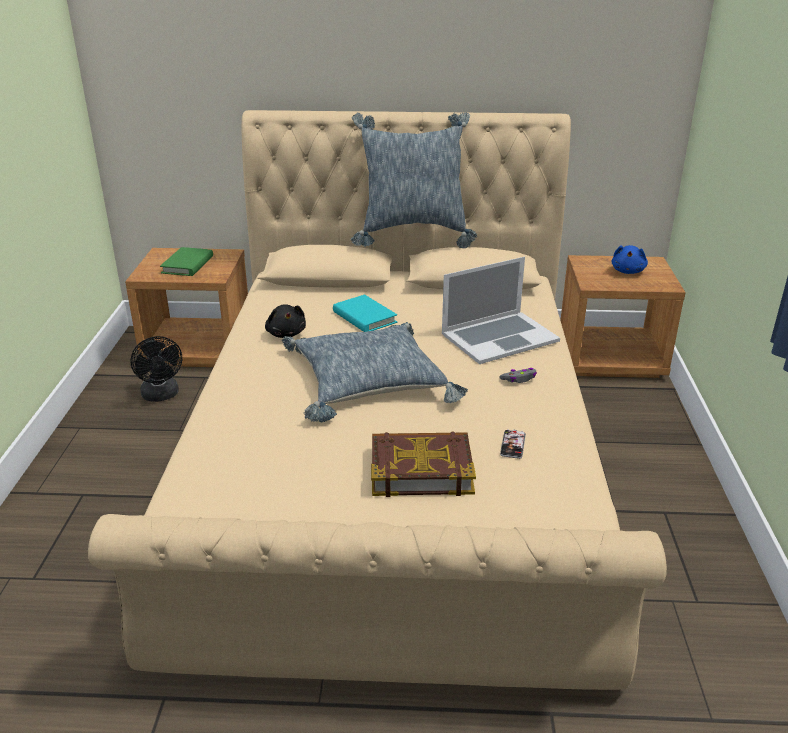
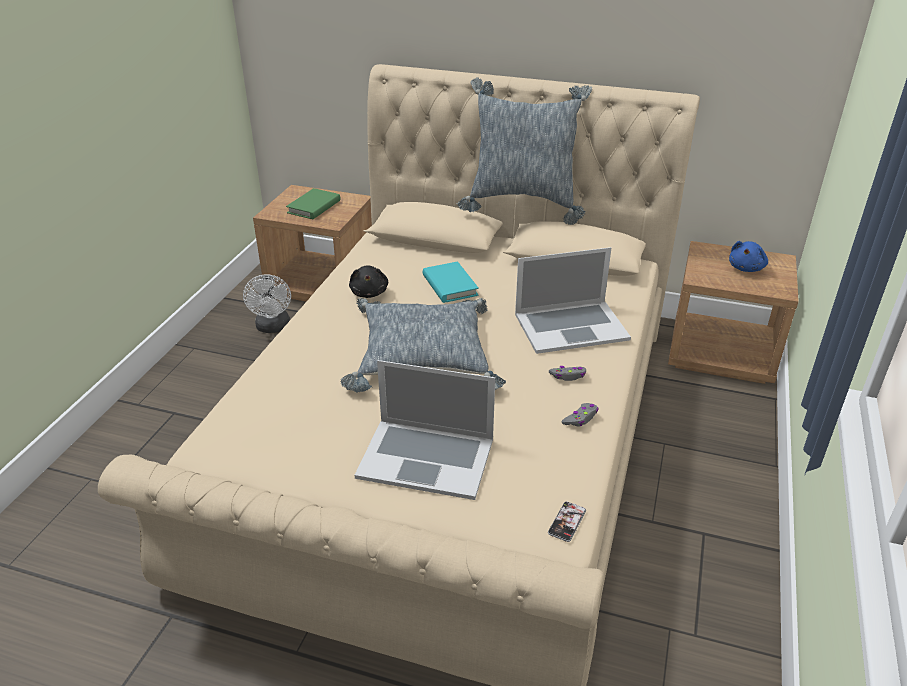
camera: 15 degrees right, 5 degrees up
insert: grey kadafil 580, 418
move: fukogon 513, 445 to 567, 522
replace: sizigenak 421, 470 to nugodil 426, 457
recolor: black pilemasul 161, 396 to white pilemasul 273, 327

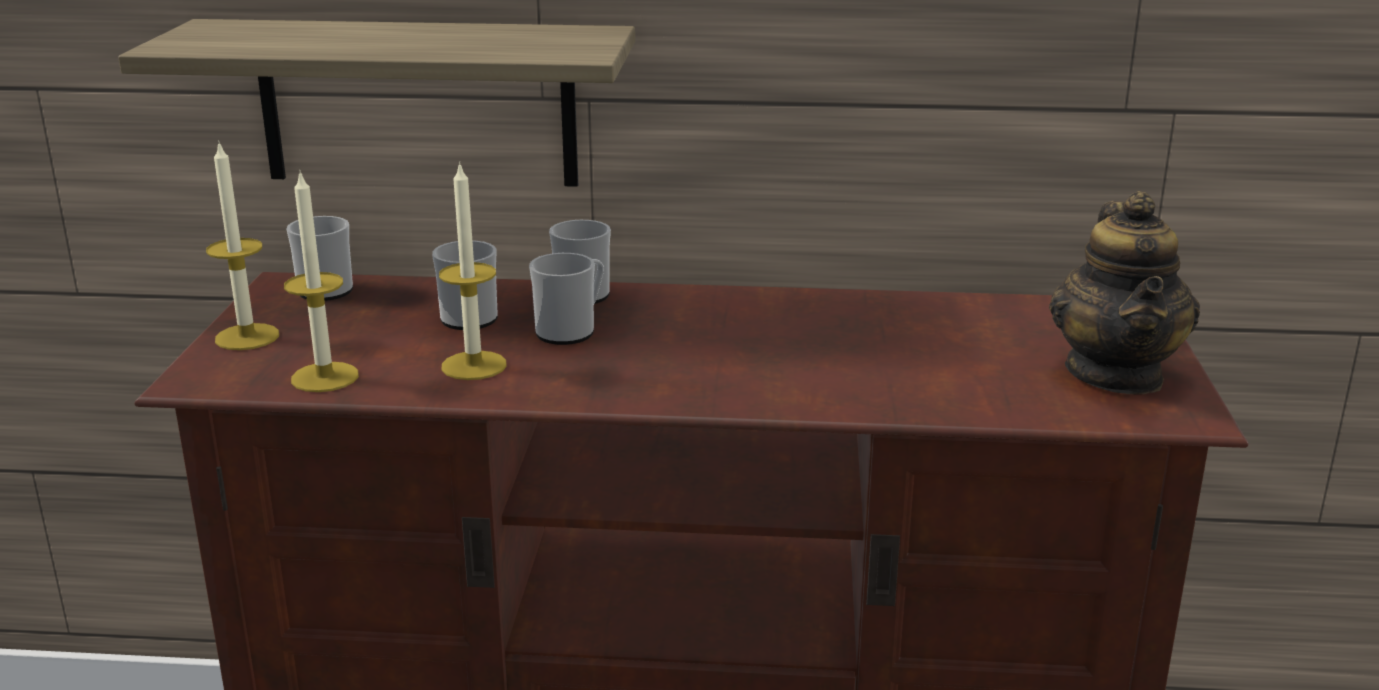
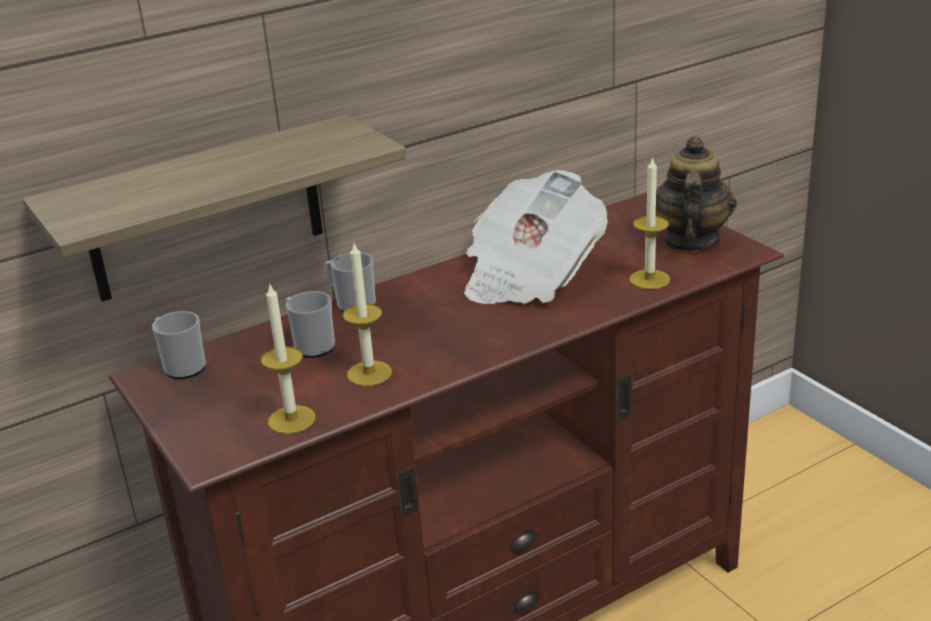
camera: 35 degrees left, 5 degrees up
delete: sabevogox 571, 331
insert: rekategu 529, 276
move: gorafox 247, 337 to 649, 279
rotate: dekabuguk 1115, 374 = 690, 241 135 degrees counterclockwise

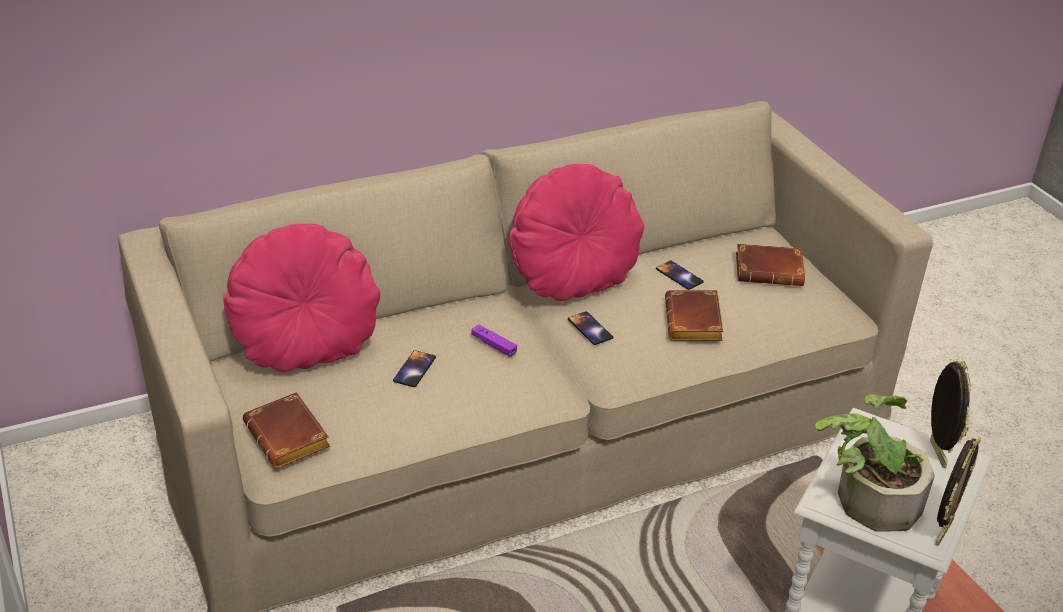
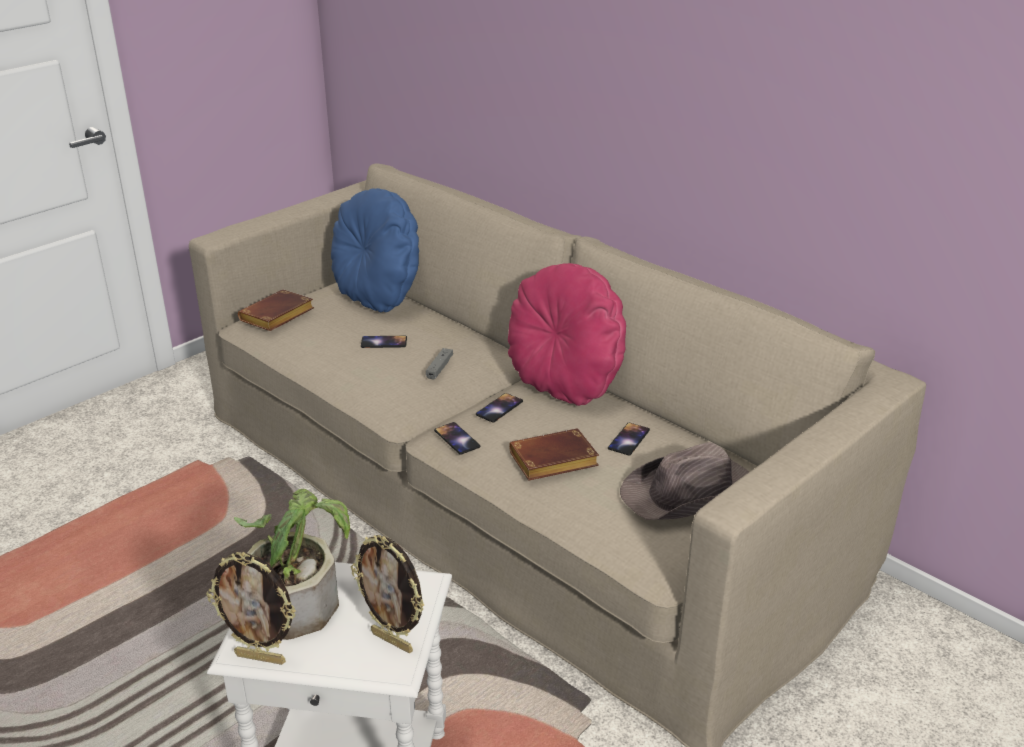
camera: 70 degrees right, 5 degrees down
insert: fukogon 457, 439
replace: brown sizigenak 770, 270 to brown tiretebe 692, 495
recolor: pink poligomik 307, 352 to blue poligomik 378, 298; purple kadafil 494, 345 to grey kadafil 439, 368
rotate: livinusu 935, 453 = 393, 641 60 degrees clockwise

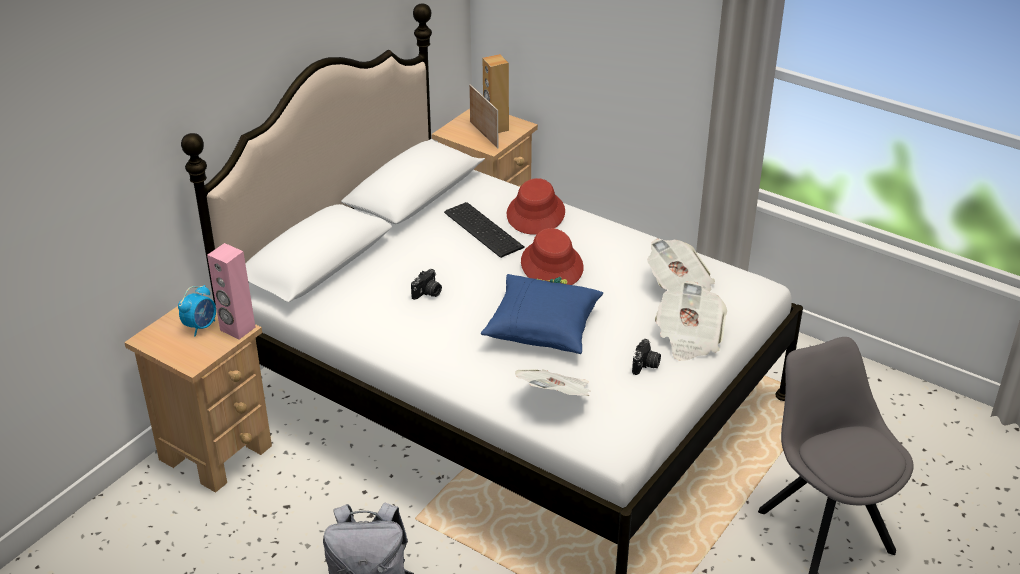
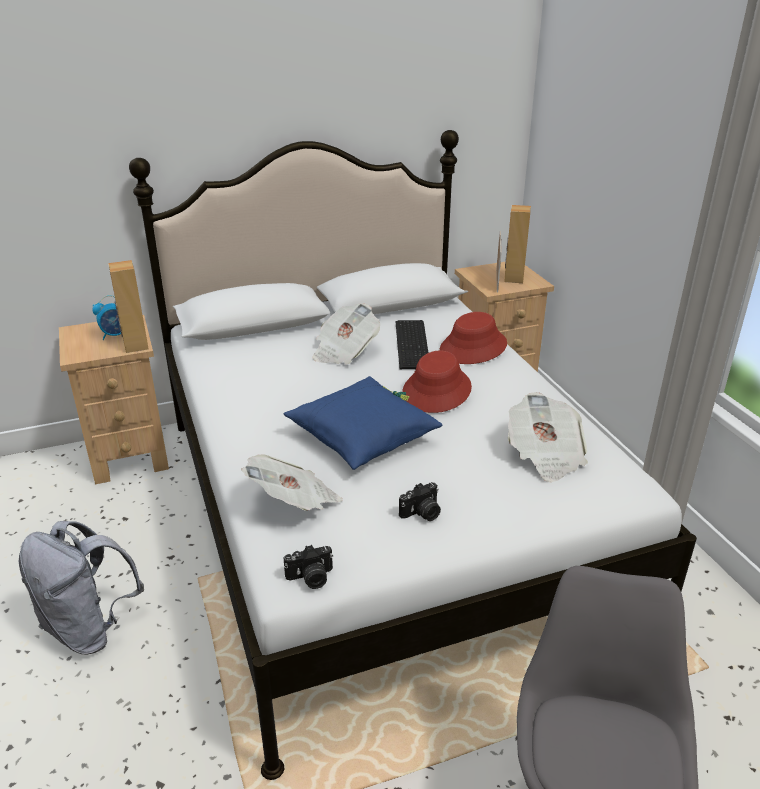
camera: 35 degrees right, 5 degrees down
move: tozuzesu 427, 293 to 310, 578; rekategu 689, 338 to 344, 351
recolor: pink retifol 237, 329 to brown retifol 135, 346

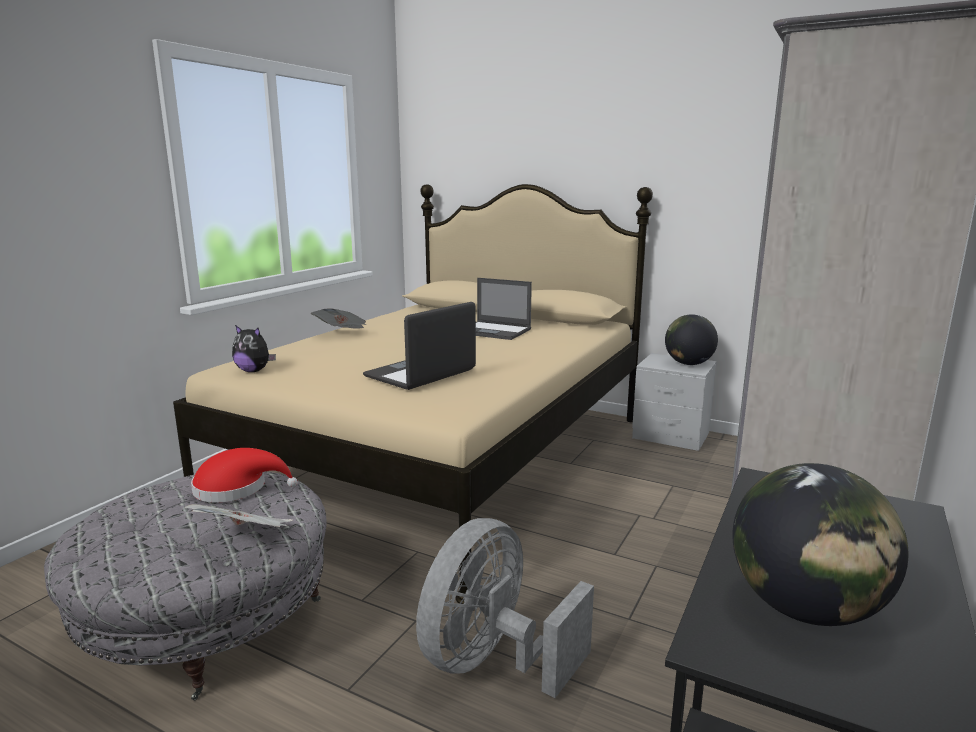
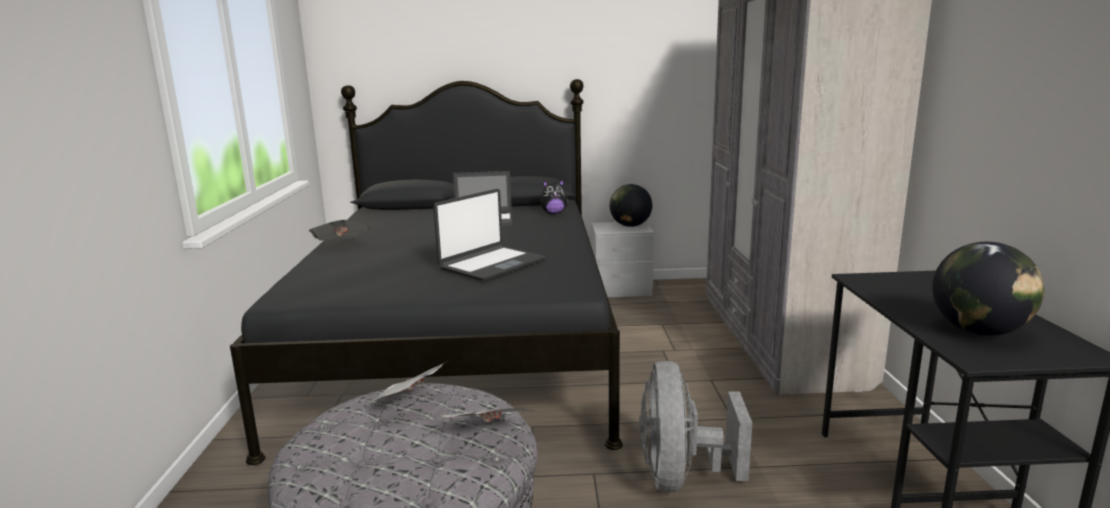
camera: 30 degrees left, 0 degrees up
move: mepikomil 254, 371 to 554, 213
replace: red tiretebe 237, 488 to rekategu 408, 403
recolor: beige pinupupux 443, 457 to black pinupupux 460, 350
rotate: nugodil 421, 374 = 491, 264 150 degrees counterclockwise

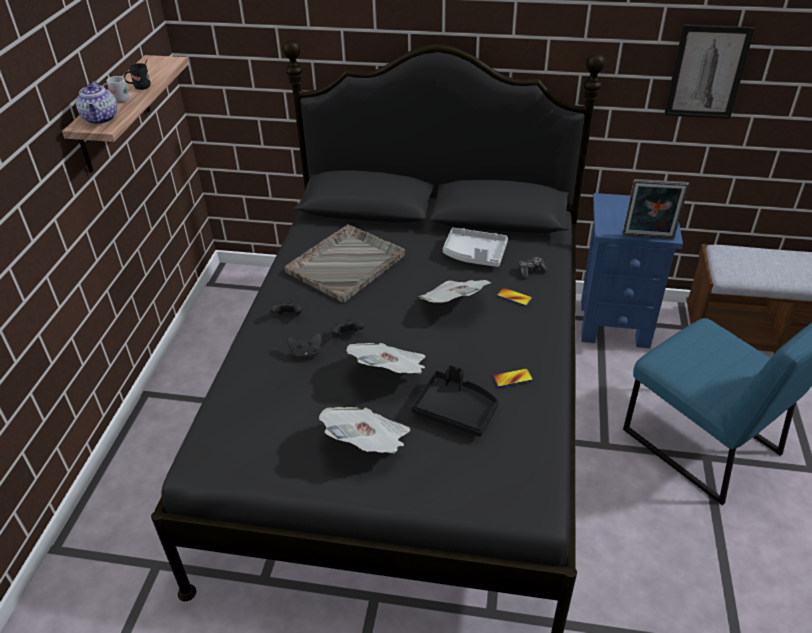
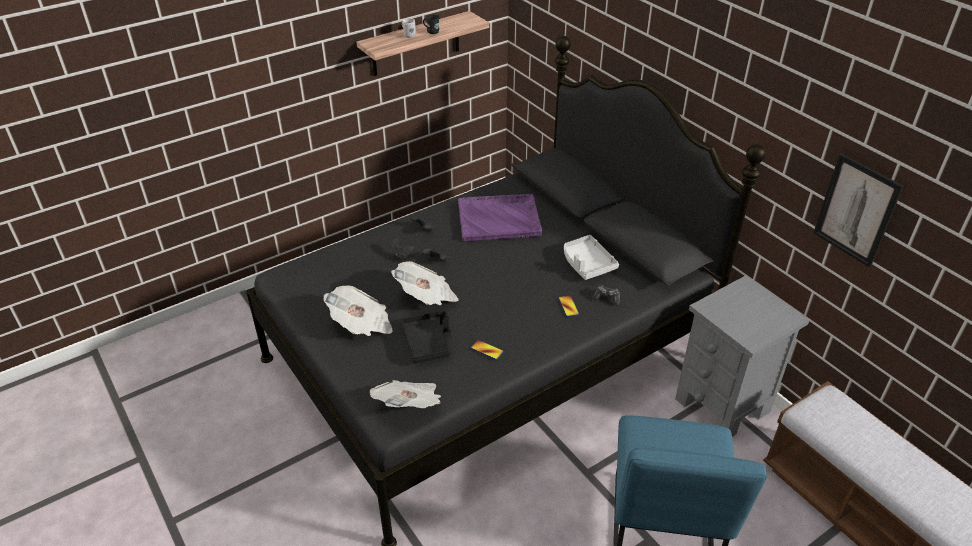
camera: 45 degrees right, 0 degrees up
delete: dekabuguk 101, 119; livinusu 648, 238
move: rekategu 453, 304 to 410, 406
recolor: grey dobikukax 347, 263 to purple dobikukax 499, 219; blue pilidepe 615, 324 to grey pilidepe 722, 406

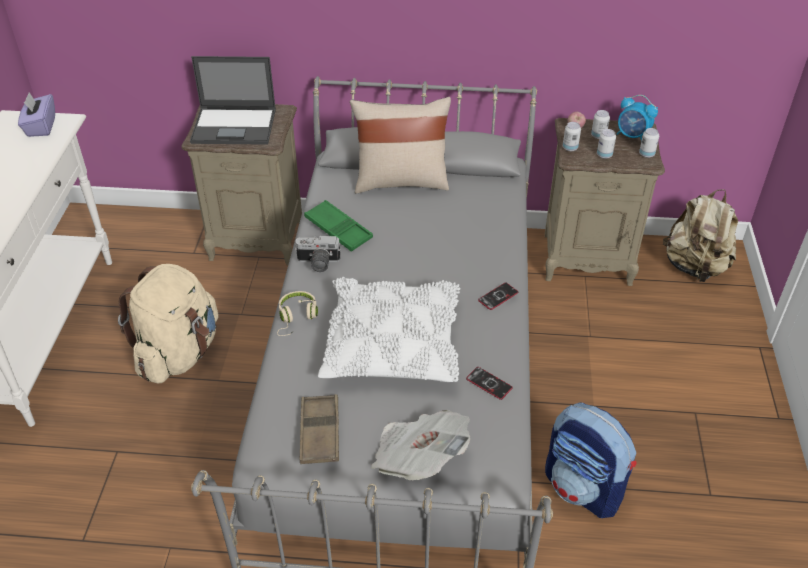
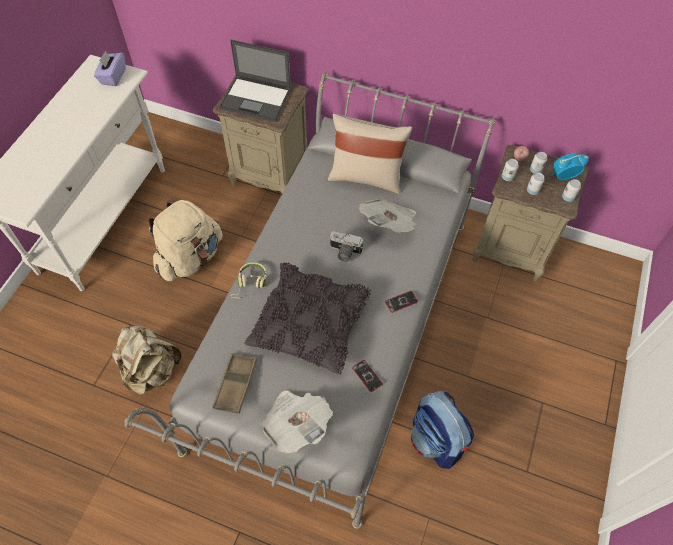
camera: 15 degrees right, 15 degrees up
delete: green dobikukax 338, 230
insert: rekategu 389, 224
move: tozuzesu 318, 263 to 344, 252; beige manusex 695, 267 to 151, 370
recolor: white poligomik 392, 343 to black poligomik 310, 323
rotate: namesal 632, 136 = 563, 176 120 degrees clockwise

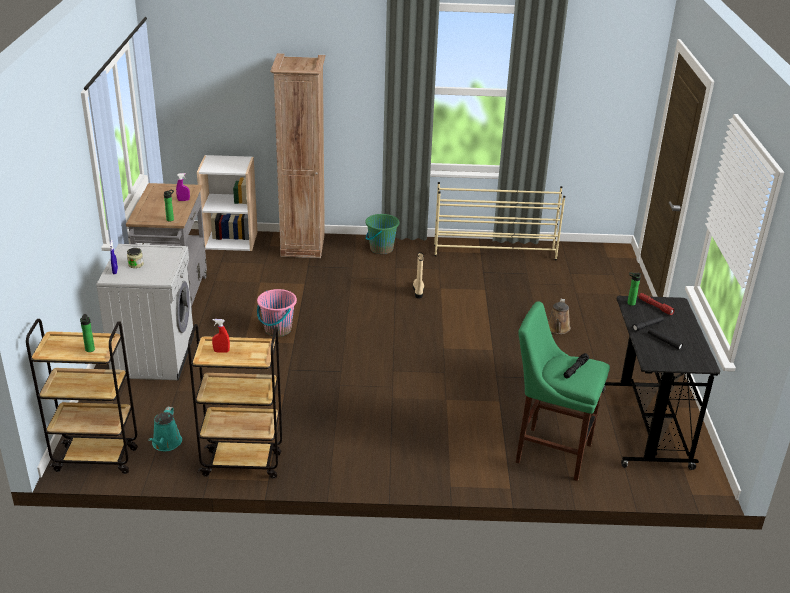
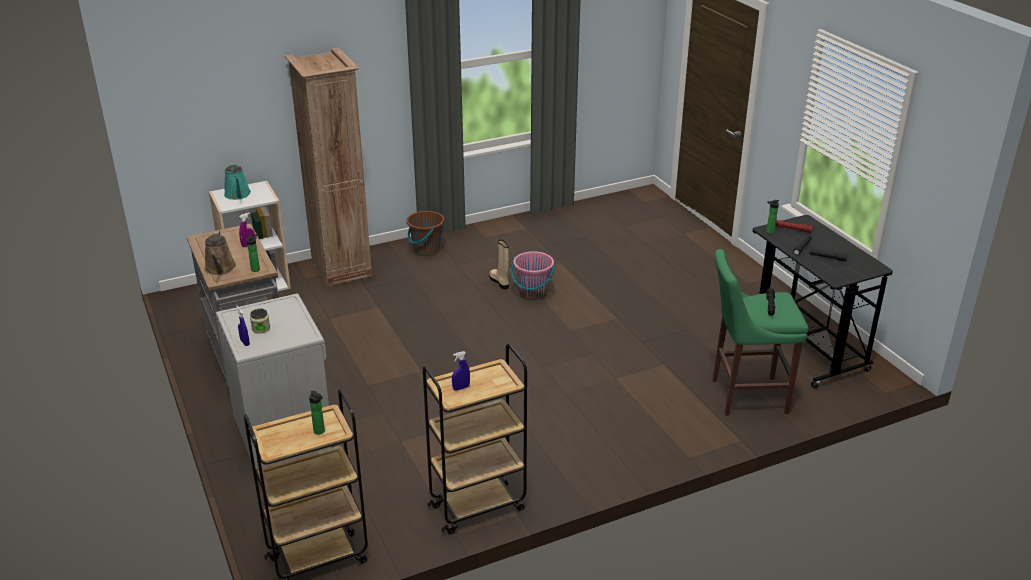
camera: 25 degrees left, 0 degrees up
delete: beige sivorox 495, 252
move: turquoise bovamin 166, 444 to 238, 195; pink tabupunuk 277, 329 to 533, 293; brown bovamin 558, 329 to 220, 269
recolor: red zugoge 221, 351 to blue zugoge 461, 388; green tabupunuk 381, 249 to brown tabupunuk 426, 250

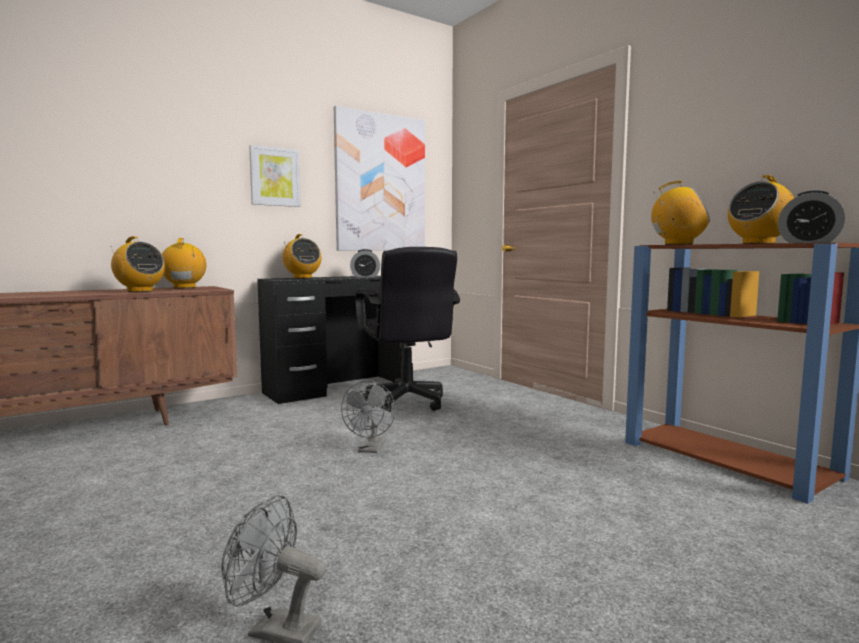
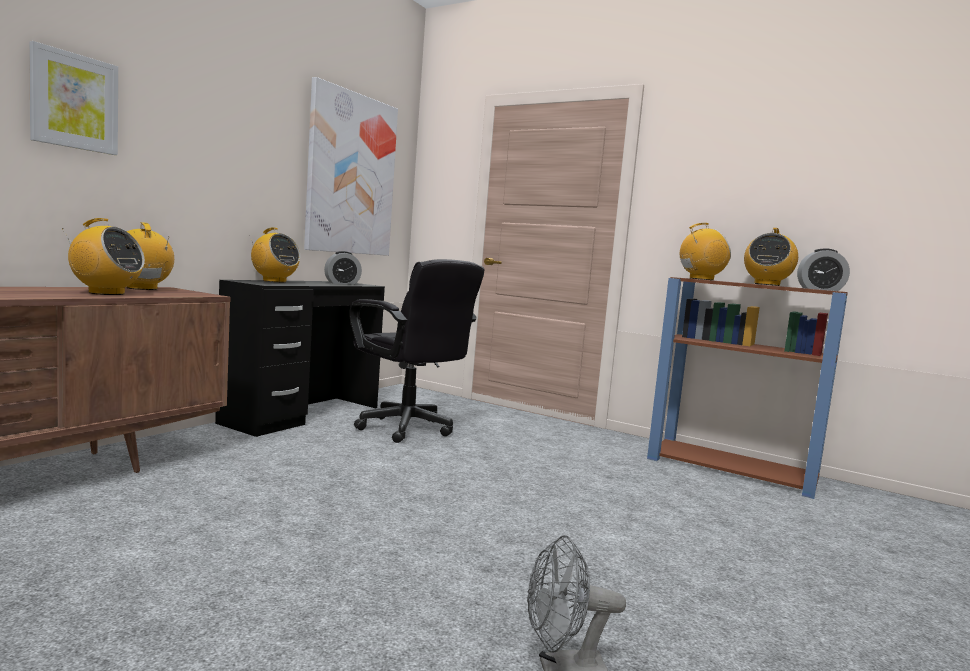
camera: 25 degrees left, 0 degrees up
delete: grey pilemasul 371, 449
move: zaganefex 275, 177 to 74, 101

